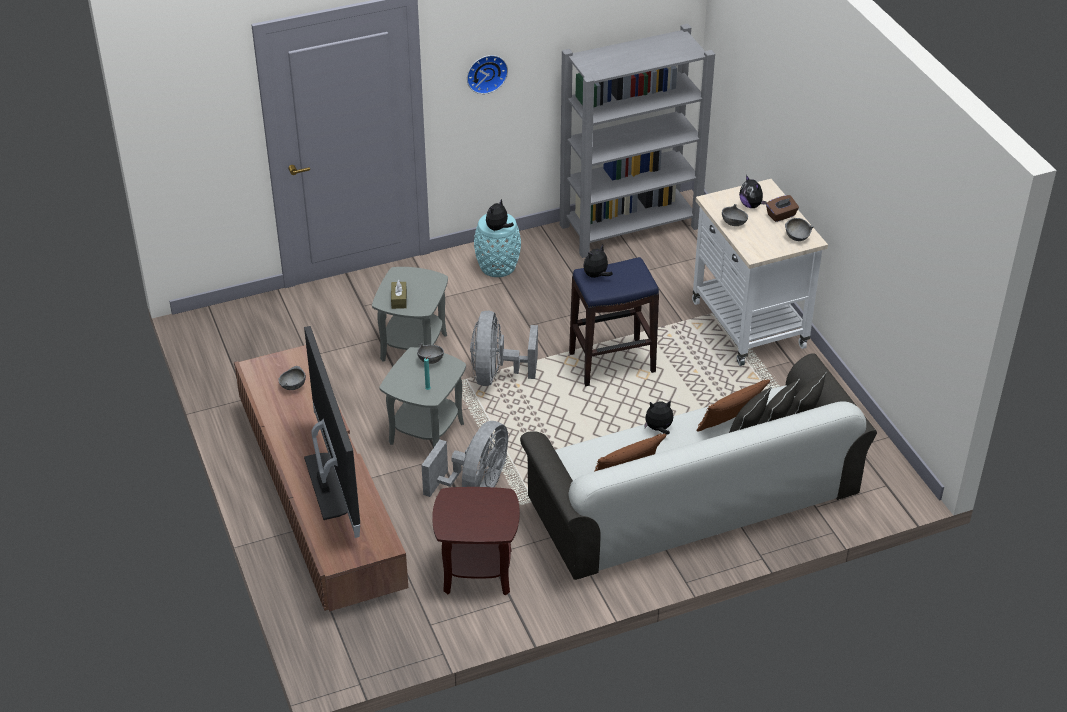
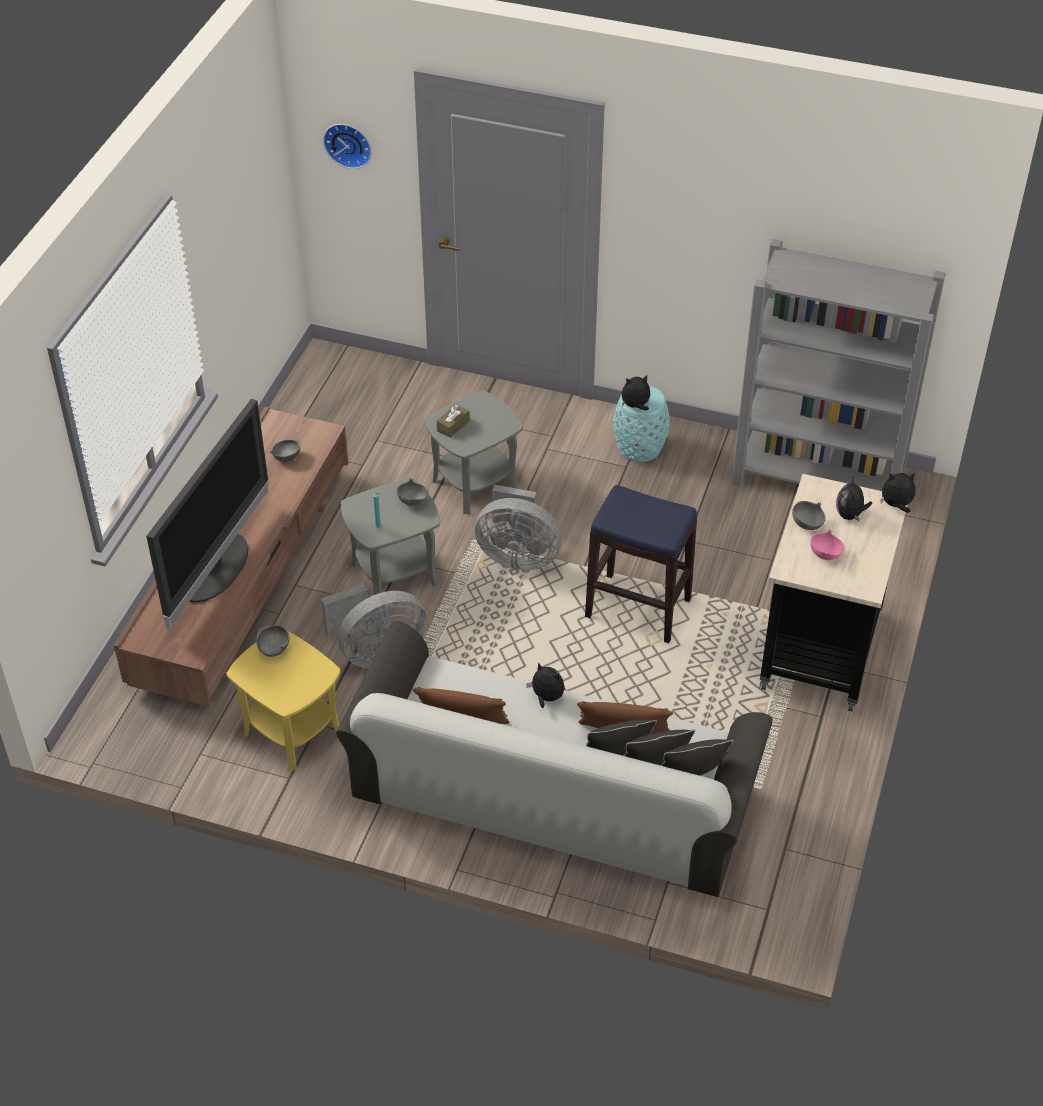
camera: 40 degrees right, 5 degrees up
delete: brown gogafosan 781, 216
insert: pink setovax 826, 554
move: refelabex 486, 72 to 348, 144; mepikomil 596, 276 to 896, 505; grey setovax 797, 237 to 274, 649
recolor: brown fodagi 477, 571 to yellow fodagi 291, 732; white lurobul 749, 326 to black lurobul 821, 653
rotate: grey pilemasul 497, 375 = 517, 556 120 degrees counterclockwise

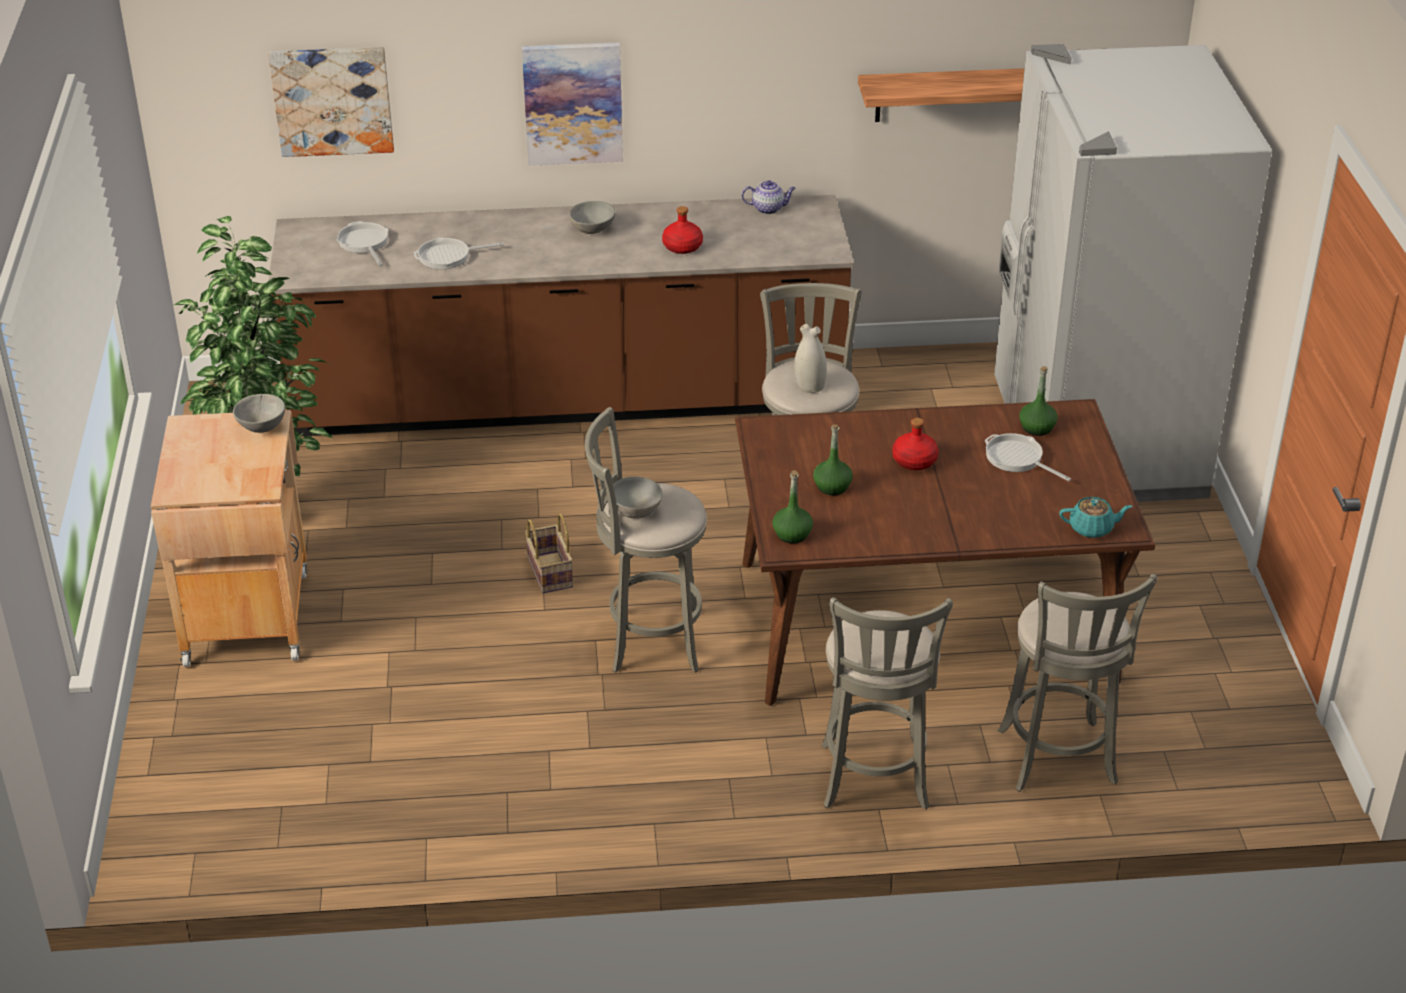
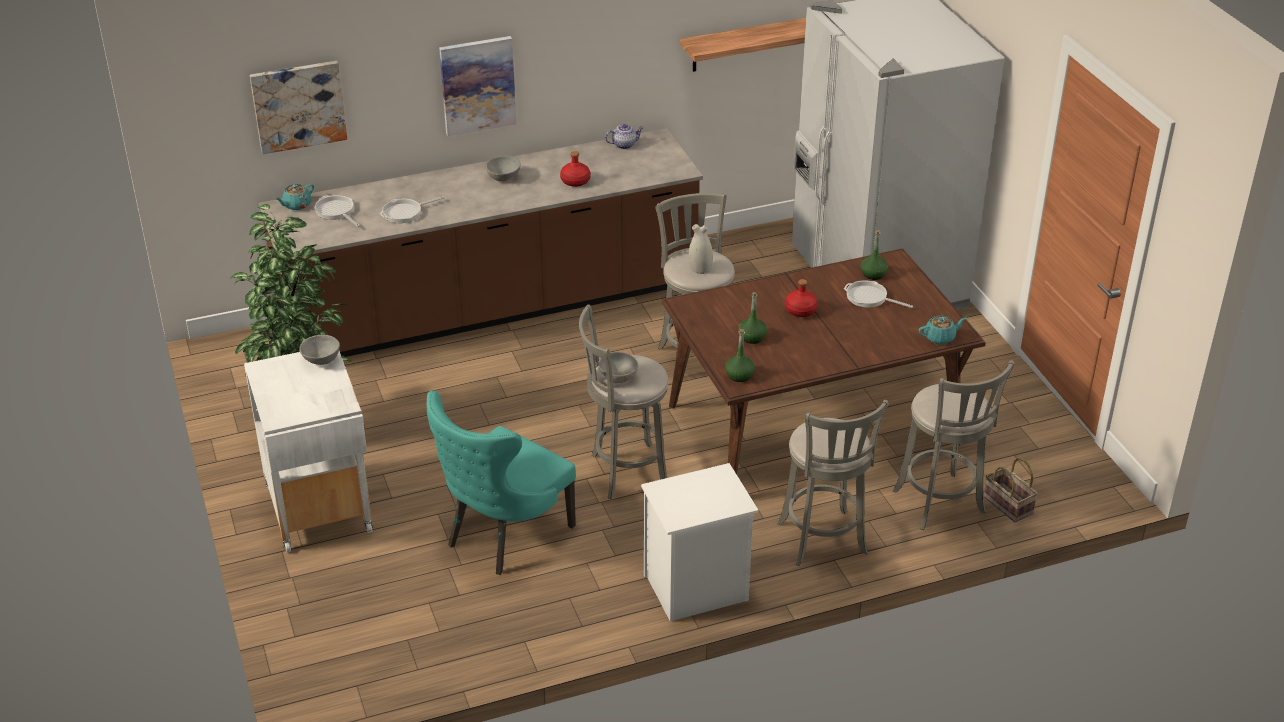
camera: 15 degrees left, 0 degrees up
insert: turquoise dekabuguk 296, 205; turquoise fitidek 503, 535; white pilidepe 695, 589
move: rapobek 548, 572 to 1006, 505
recolor: brown lurobul 247, 615 to white lurobul 318, 506

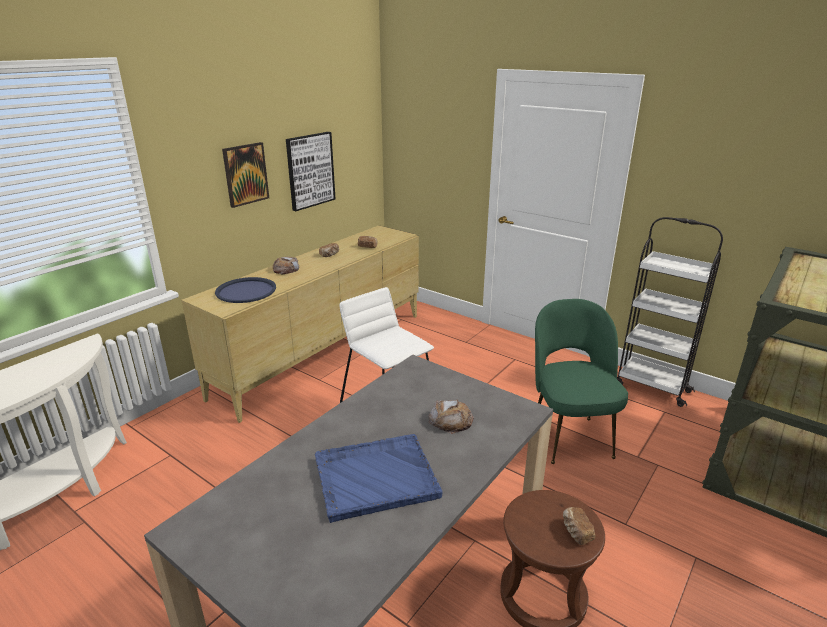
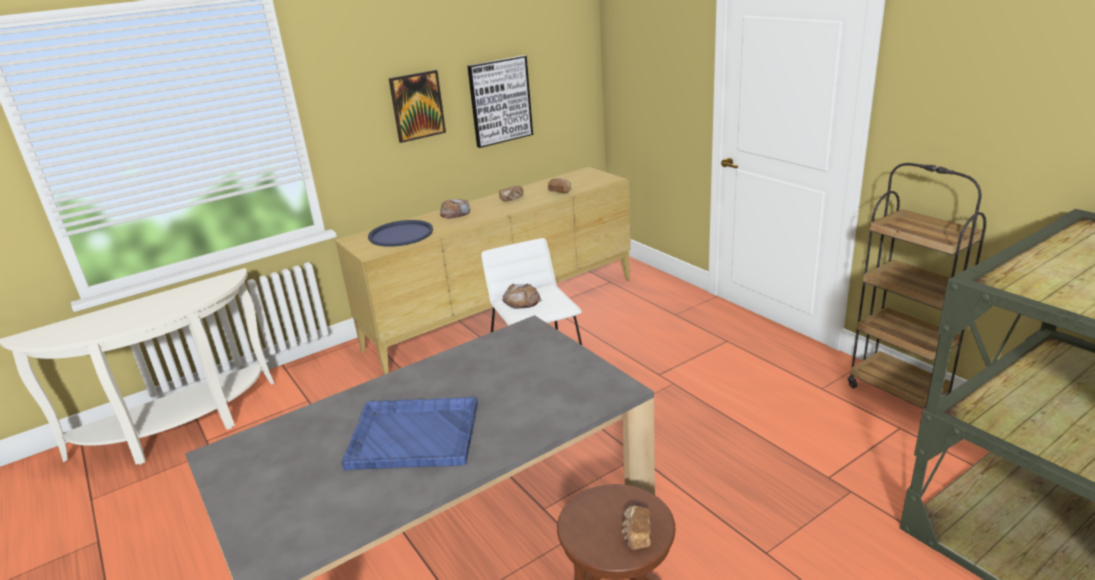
camera: 20 degrees right, 0 degrees up
delete: green fitidek 569, 435
move: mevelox 451, 420 to 522, 301
recolor: white lurobul 652, 388 to brown lurobul 898, 396

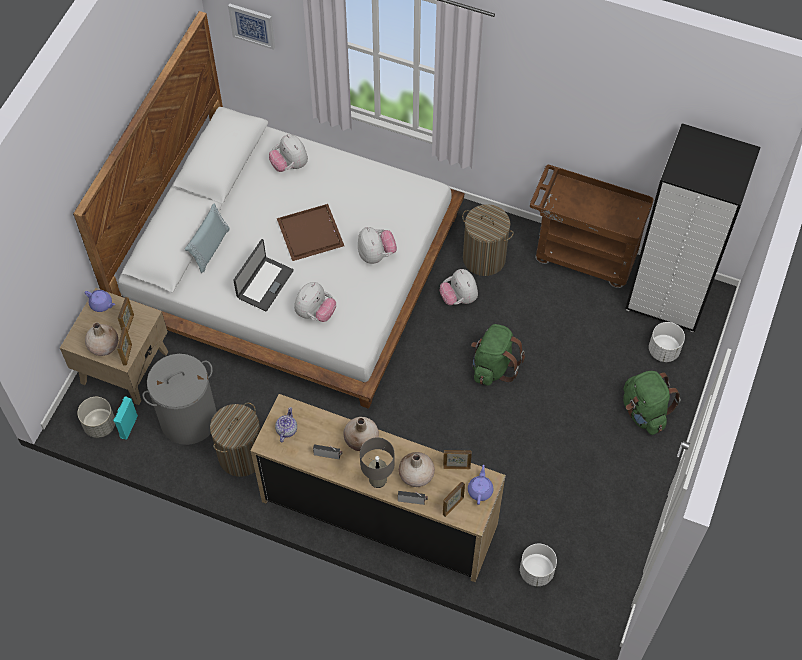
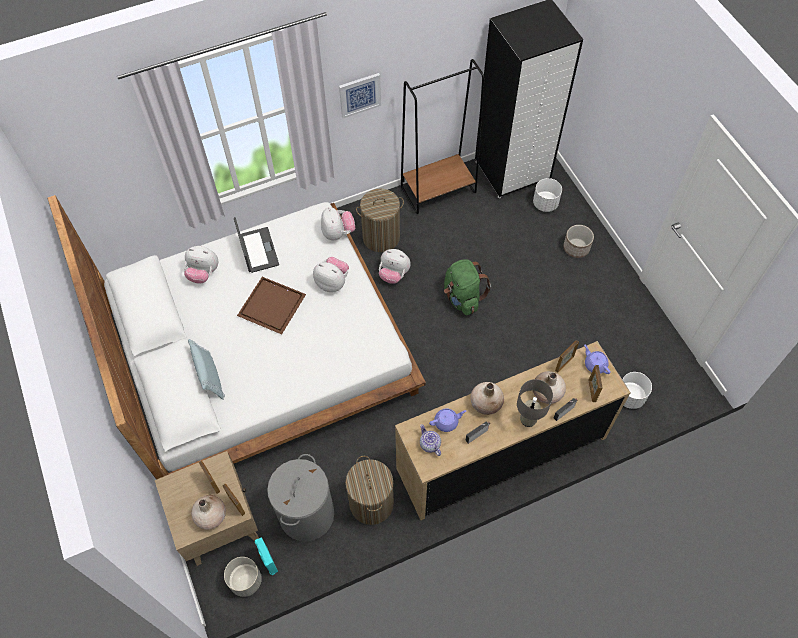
camera: 45 degrees left, 0 degrees up
move: purple dekabuguk 101, 304 to 447, 422; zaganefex 252, 25 to 360, 94; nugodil 264, 284 to 258, 250; mepikomil 315, 313 to 338, 233
replace: brown lurobul 580, 259 to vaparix 438, 190; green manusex 644, 412 to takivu 576, 248

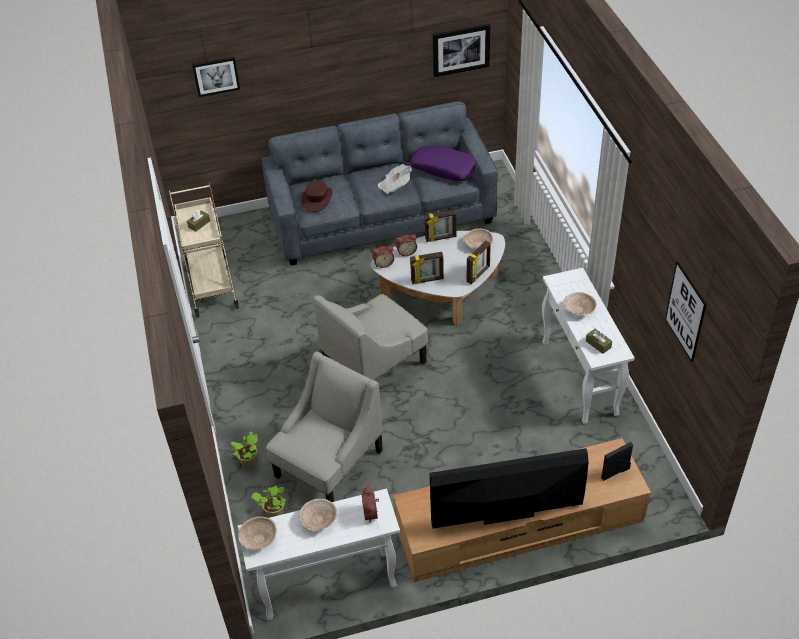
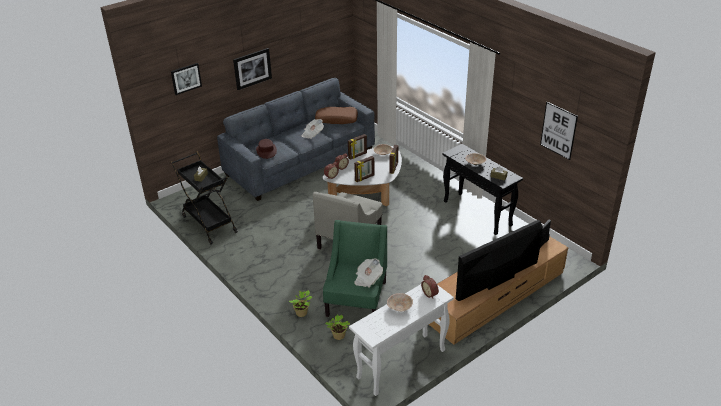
camera: 25 degrees left, 10 degrees down
delete: beige setovax 258, 539
insert: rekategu 367, 279
move: zaganefex 461, 50 to 252, 68
recolor: beige lurobul 211, 284 to black lurobul 209, 224; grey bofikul 329, 465 to green bofikul 356, 299; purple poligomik 444, 167 to brown poligomik 336, 119; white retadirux 580, 378 to black retadirux 478, 213

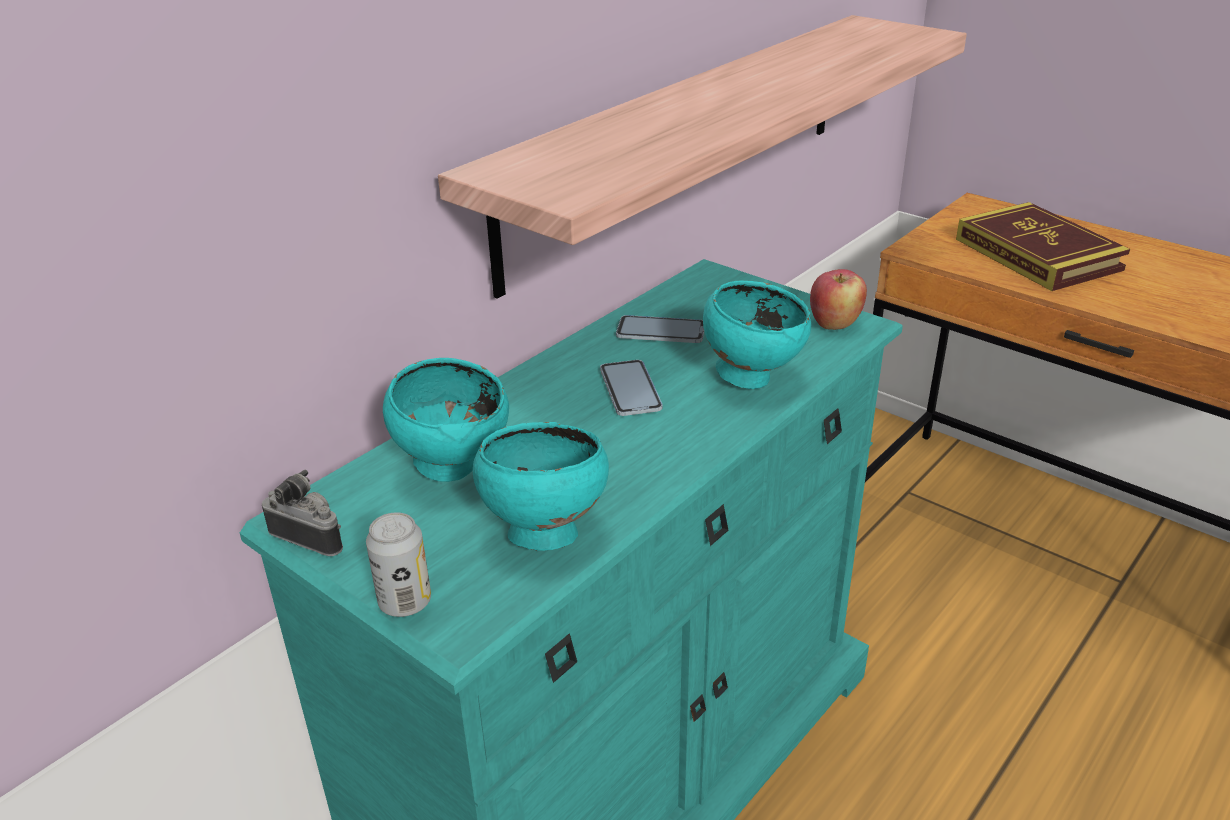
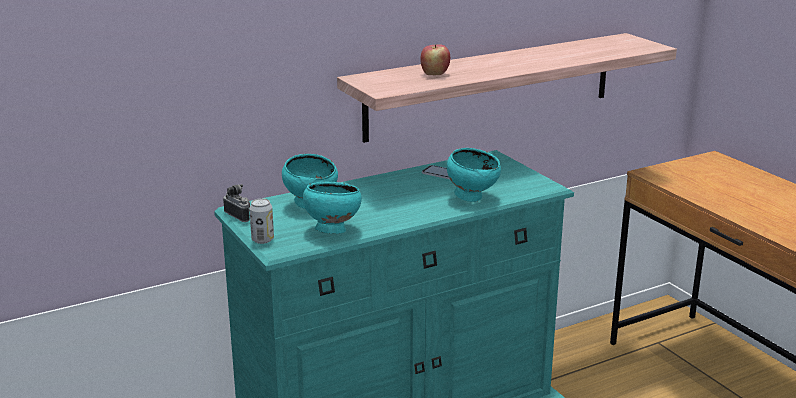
camera: 20 degrees right, 10 degrees down
delete: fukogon 630, 390; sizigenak 1037, 254
move: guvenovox 834, 324 to 434, 74

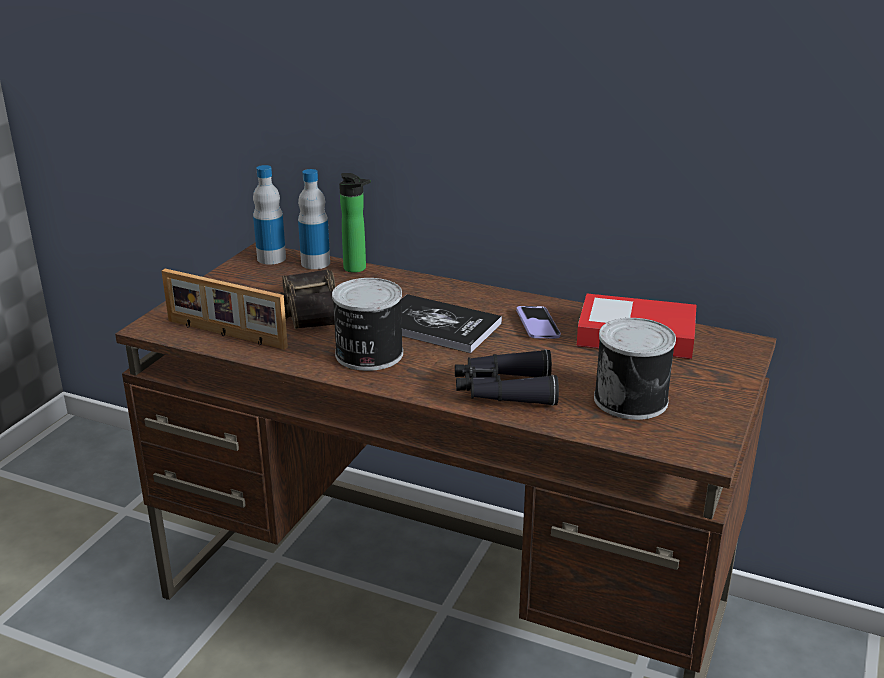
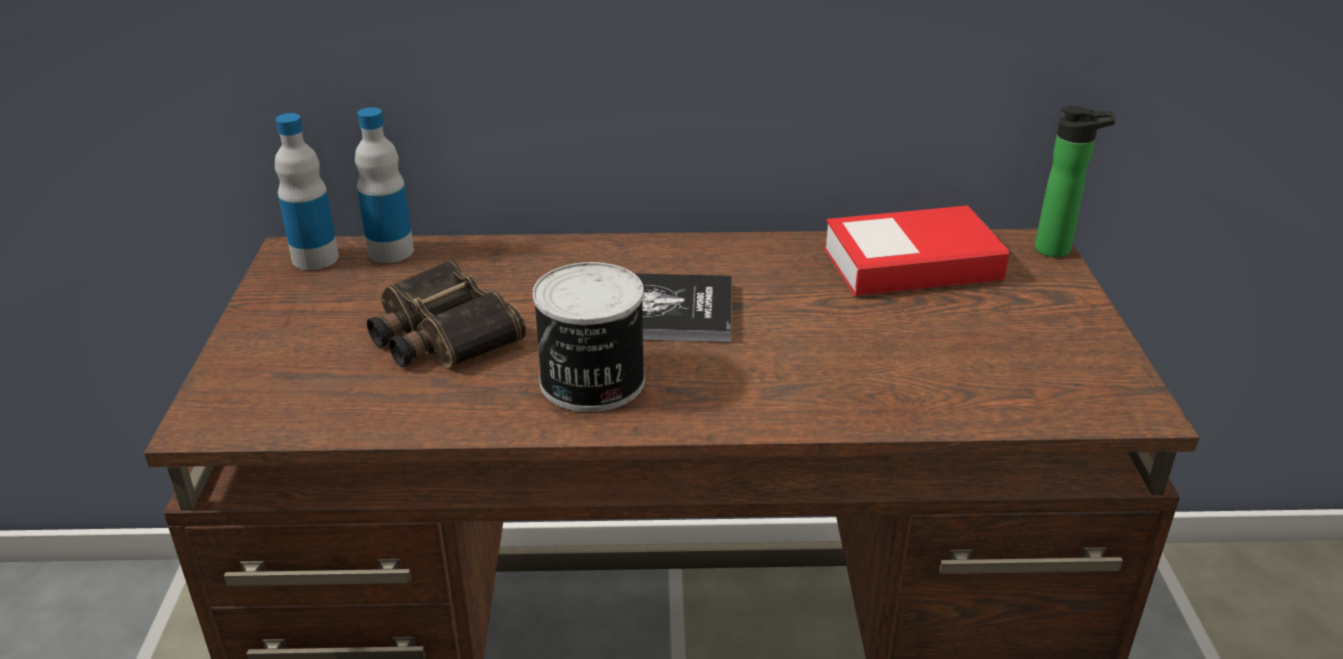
camera: 25 degrees left, 5 degrees up
delete: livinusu 225, 334; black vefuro 504, 390; fukogon 537, 324; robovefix 632, 399
move: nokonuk 357, 269 to 1058, 250

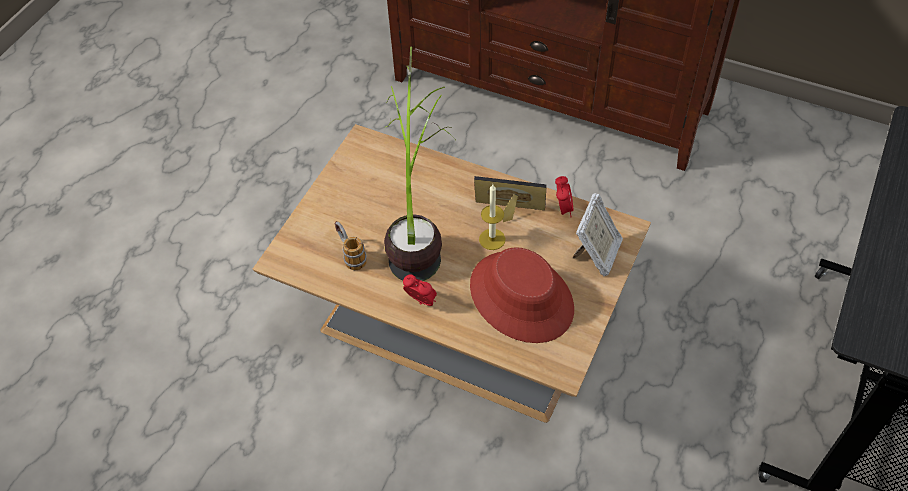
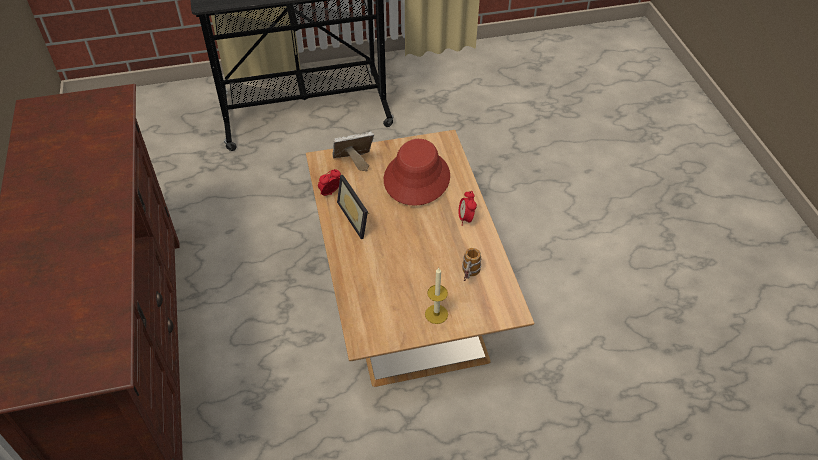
camera: 130 degrees left, 5 degrees down
delete: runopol 419, 233
move: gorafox 492, 239 to 436, 314

